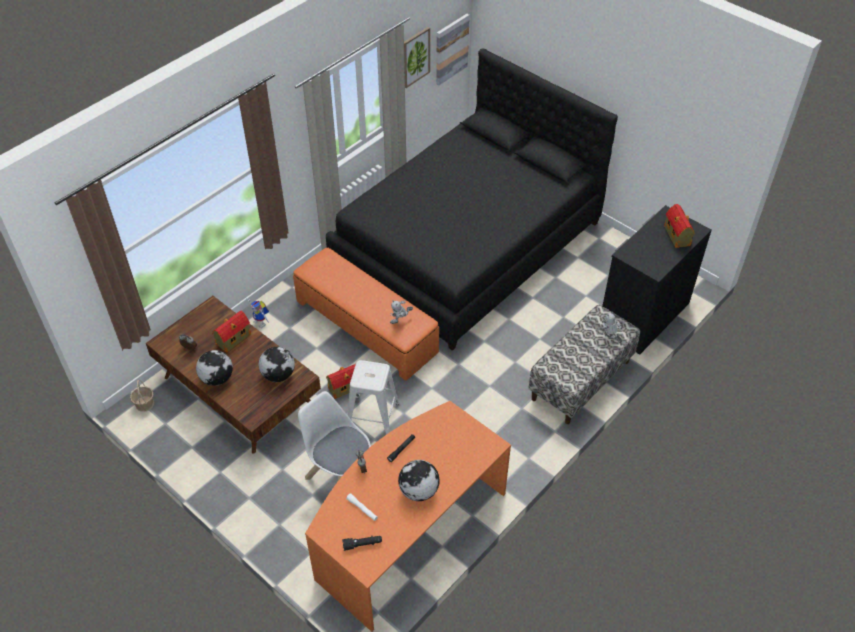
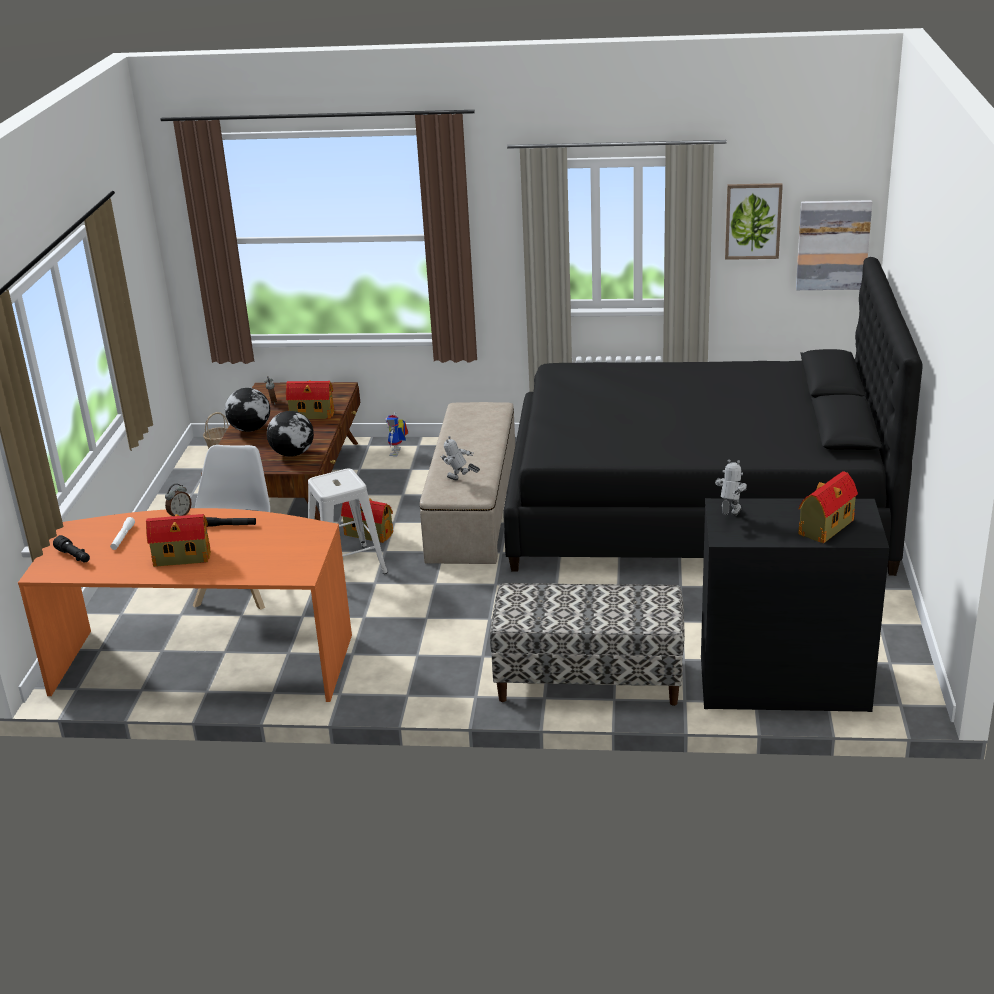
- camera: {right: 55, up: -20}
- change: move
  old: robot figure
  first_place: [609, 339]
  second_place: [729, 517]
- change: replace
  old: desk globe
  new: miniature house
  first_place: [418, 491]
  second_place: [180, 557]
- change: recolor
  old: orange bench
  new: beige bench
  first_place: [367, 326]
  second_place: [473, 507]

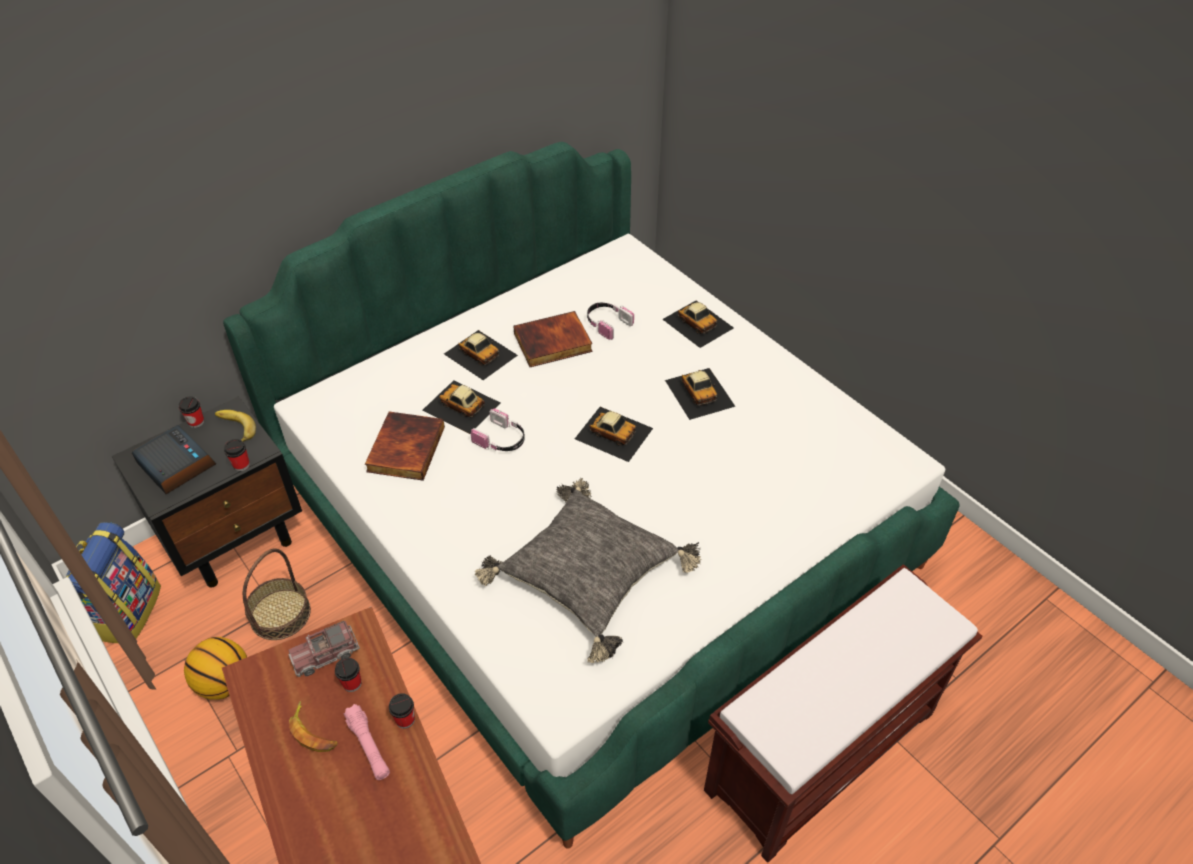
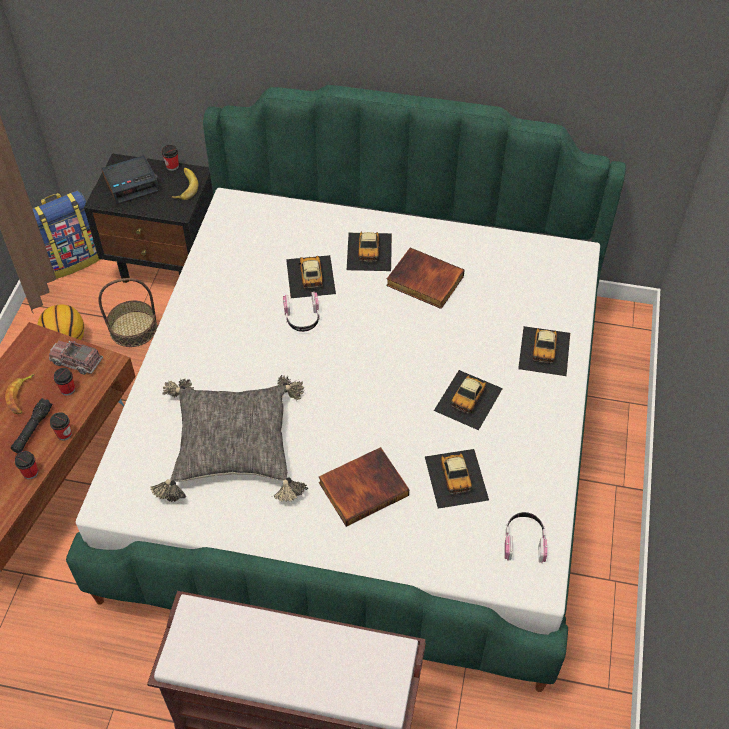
- camera: {right: 50, up: 5}
- change: move
  old: small cup
  first_place: [241, 465]
  second_place: [30, 473]
- change: move
  old: bound book
  first_place: [404, 448]
  second_place: [363, 487]
- change: move
  old: toy car
  first_place: [613, 433]
  second_place: [456, 477]
- change: move
  old: headphones
  first_place: [607, 323]
  second_place: [524, 540]
- change: recolor
  old: pink hand torch
  new: blackish hand torch
  first_place: [368, 746]
  second_place: [33, 430]
- change: rotate
  old: bedside clock
  first_place: [175, 465]
  second_place: [132, 184]
  degrees: 60

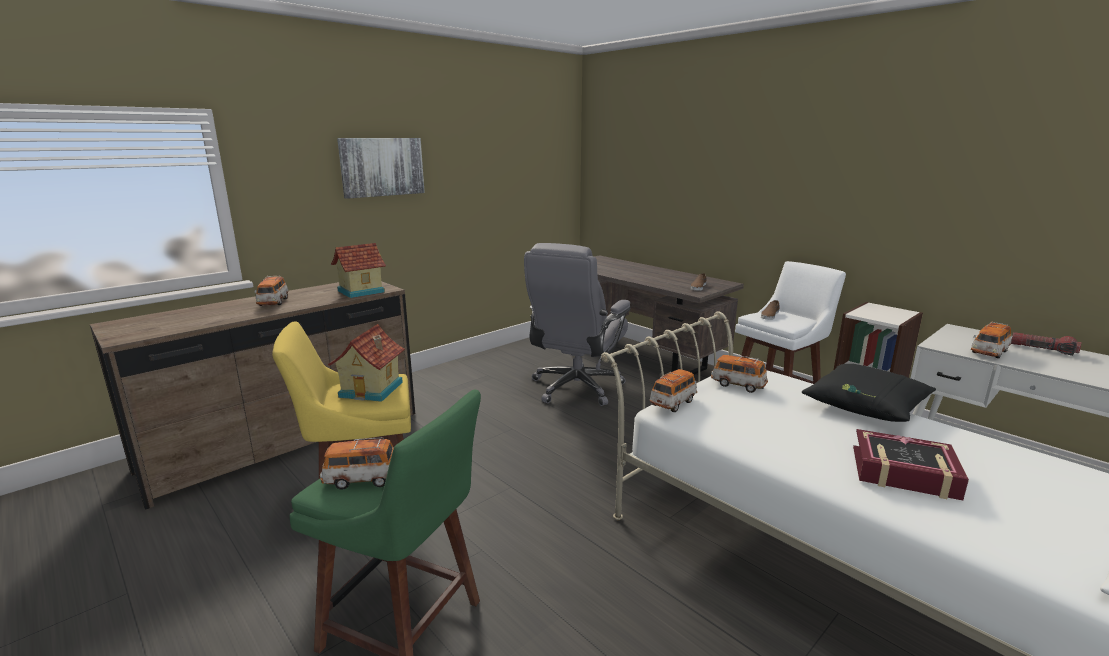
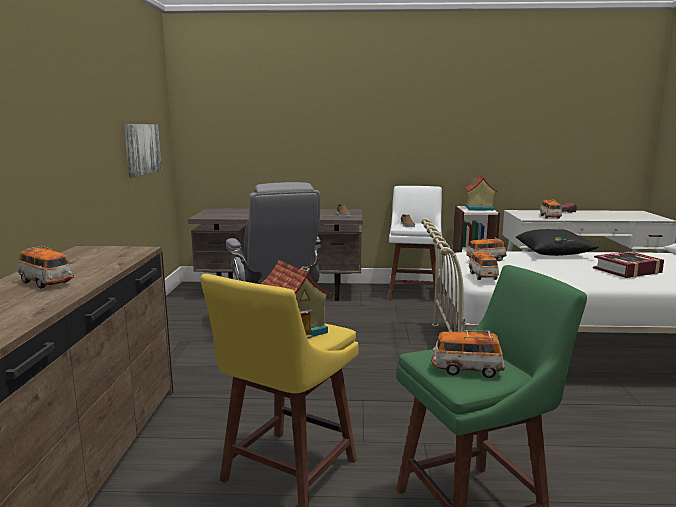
- camera: {right: -45, up: -5}
- change: move
  old: miniature house
  first_place: [360, 291]
  second_place: [478, 208]
- change: move
  old: wall art
  first_place: [382, 167]
  second_place: [141, 149]
- change: rotate
  old: toy car
  first_place: [362, 479]
  second_place: [466, 370]
  degrees: 60

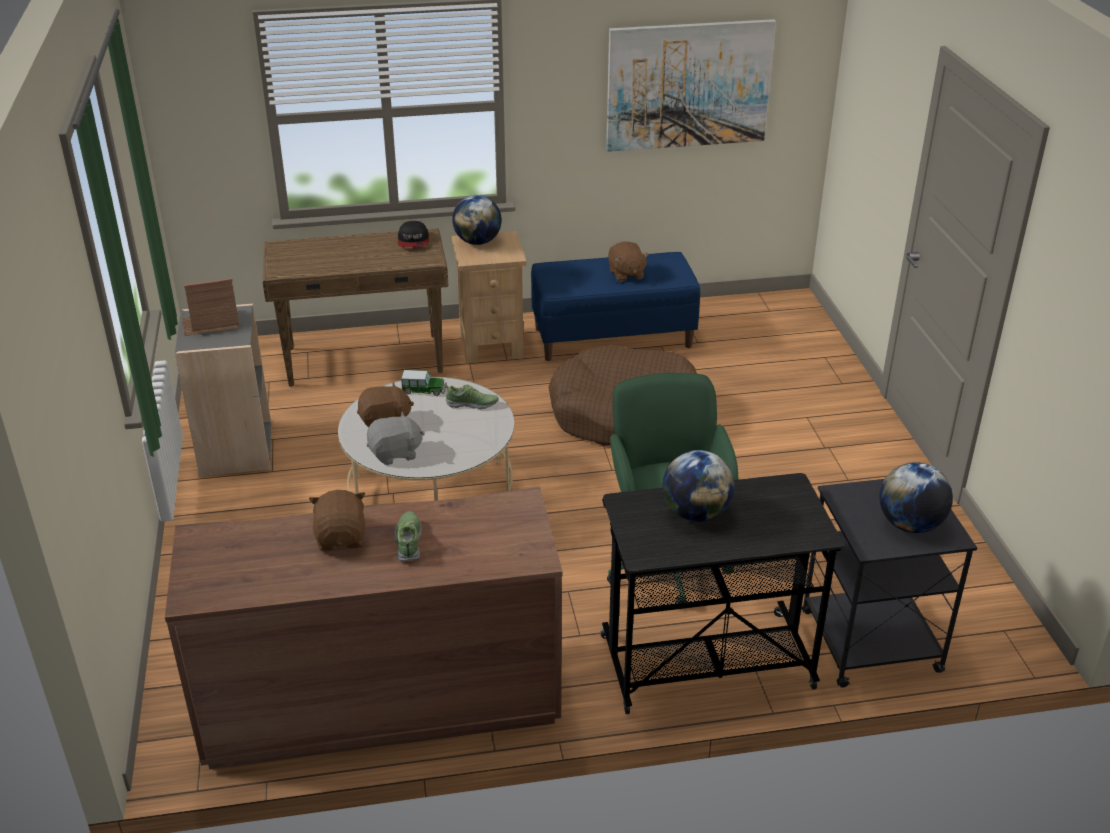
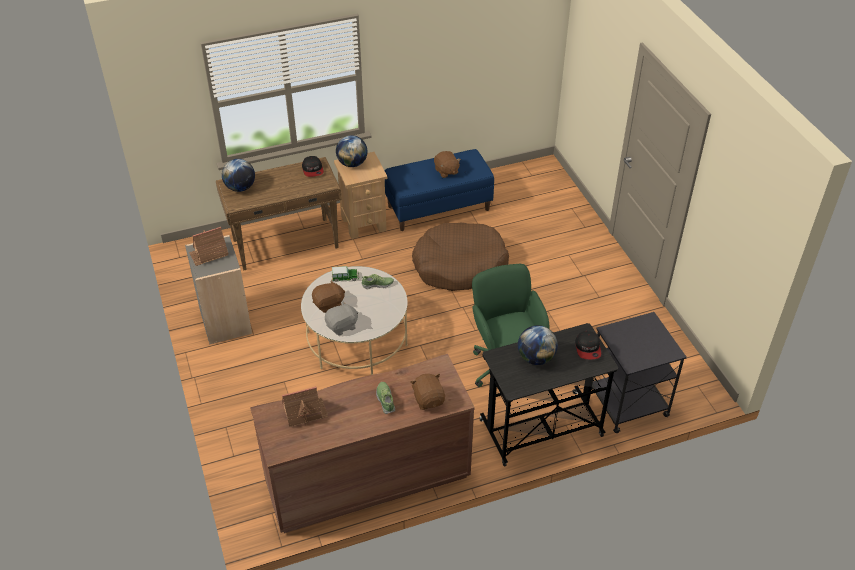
- camera: {right: -10, up: 10}
- change: delete
  old: wall art
  first_place: [688, 85]
- change: insert
  new: miniature house
  second_place: [305, 412]
- change: insert
  new: cap
  second_place: [588, 348]
- change: move
  old: brown soft toy
  first_place: [341, 538]
  second_place: [428, 399]
- change: move
  old: desk globe
  first_place: [910, 525]
  second_place: [240, 188]

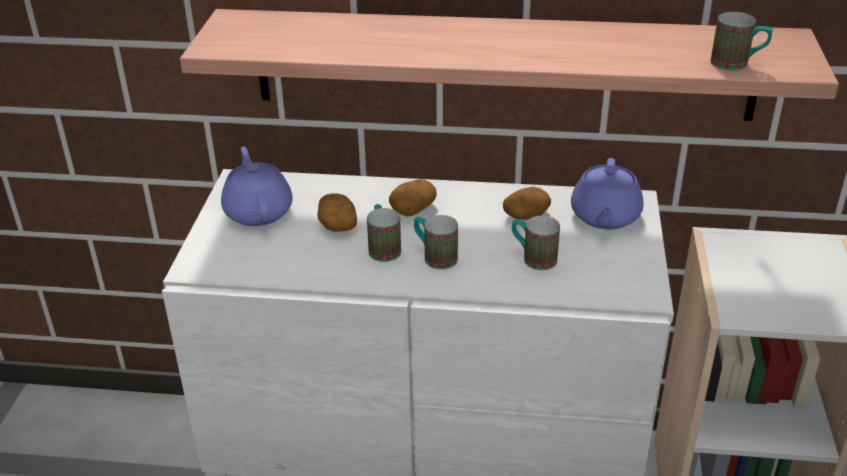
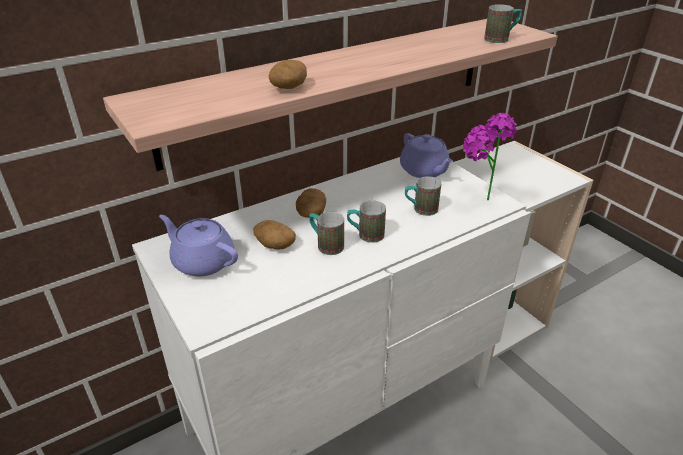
- camera: {right: -40, up: 0}
- change: insert
  new: potted plant
  second_place: [475, 198]
- change: move
  old: whole potato
  first_place: [526, 215]
  second_place: [288, 87]

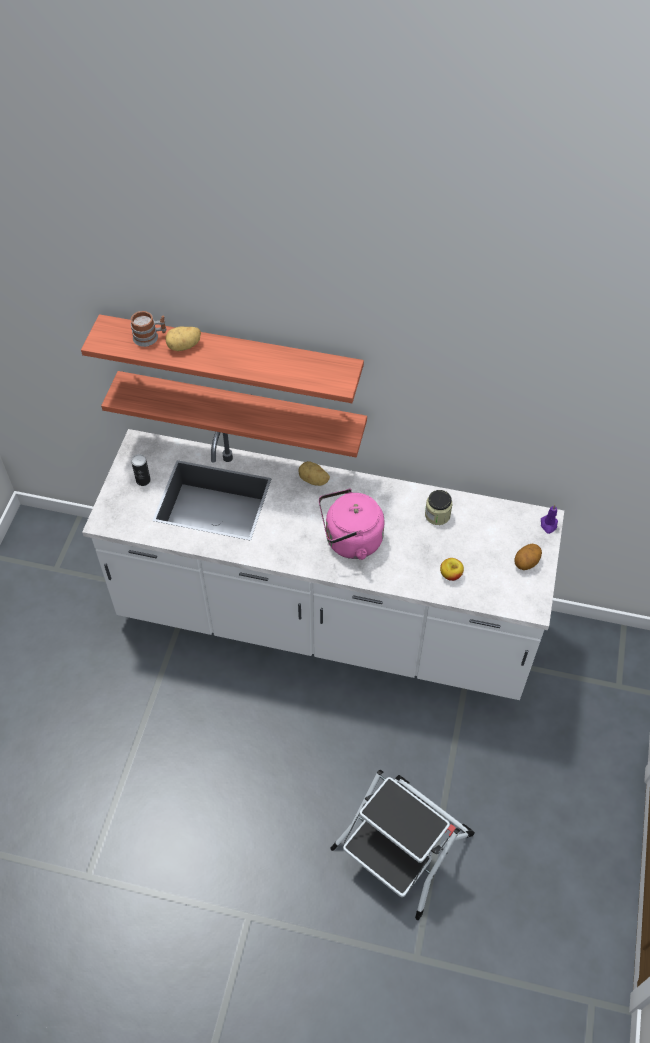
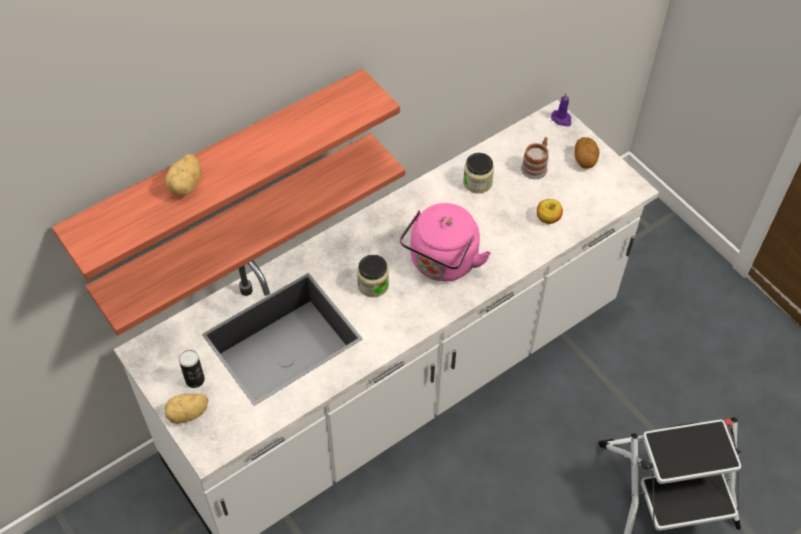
- camera: {right: -50, up: 0}
- change: insert
  new: storage jar
  second_place: [373, 285]
- change: move
  old: coffee mug
  first_place: [150, 337]
  second_place: [536, 166]
- change: move
  old: whole potato
  first_place: [313, 480]
  second_place: [188, 414]

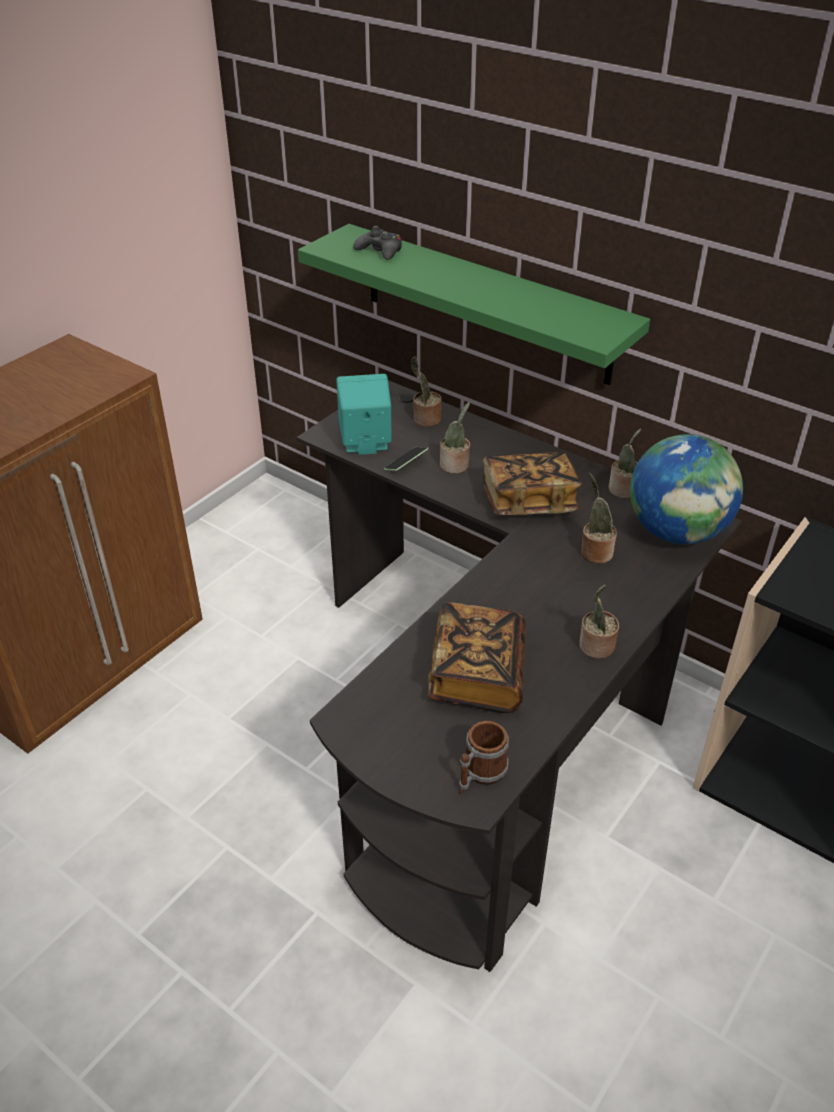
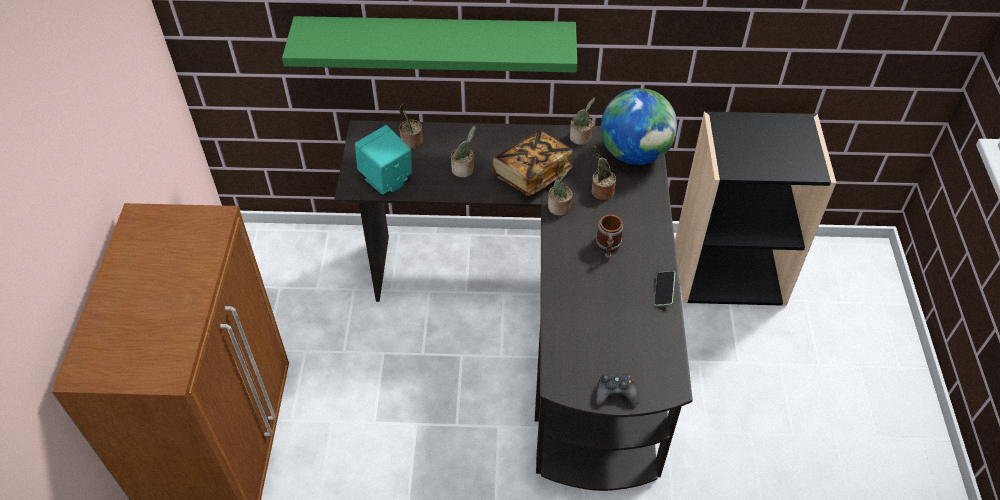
- camera: {right: -35, up: 10}
- change: delete
  old: bound book
  first_place: [477, 675]
- change: move
  old: blackish game controller
  first_place: [380, 251]
  second_place: [615, 393]
- change: move
  old: telephone
  first_place: [406, 464]
  second_place: [663, 291]
- change: move
  old: coffee mug
  first_place: [479, 775]
  second_place: [608, 247]
- change: move
  old: potted plant
  first_place: [596, 647]
  second_place: [559, 208]

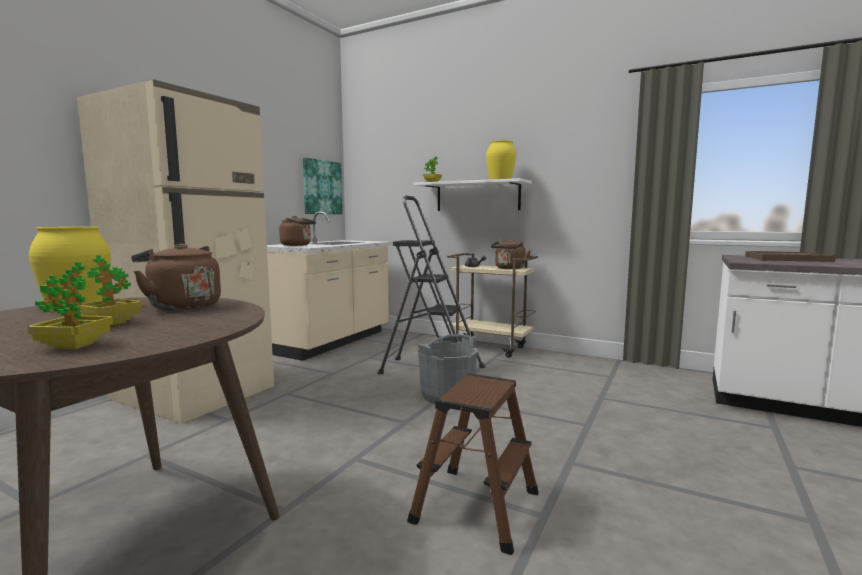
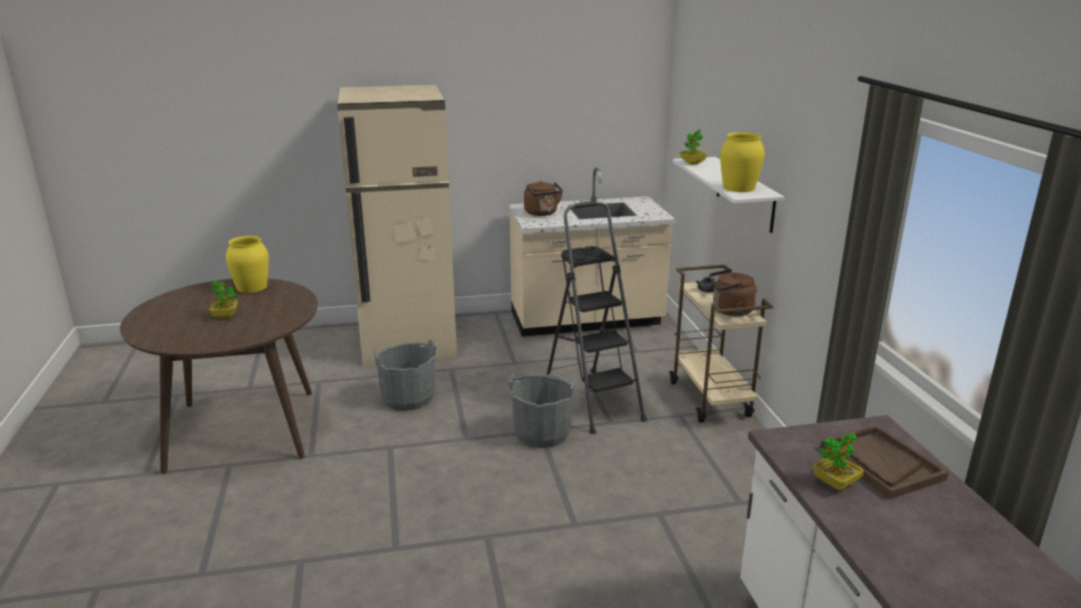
- camera: {right: 50, up: 15}
- change: delete
  old: brown kettle
  first_place: [182, 307]
- change: delete
  old: wall art
  first_place: [322, 187]
- change: delete
  old: brown step stool
  first_place: [476, 506]
- change: insert
  new: gray water bucket
  second_place: [408, 398]
- change: move
  old: potted plant
  first_place: [74, 346]
  second_place: [835, 483]

